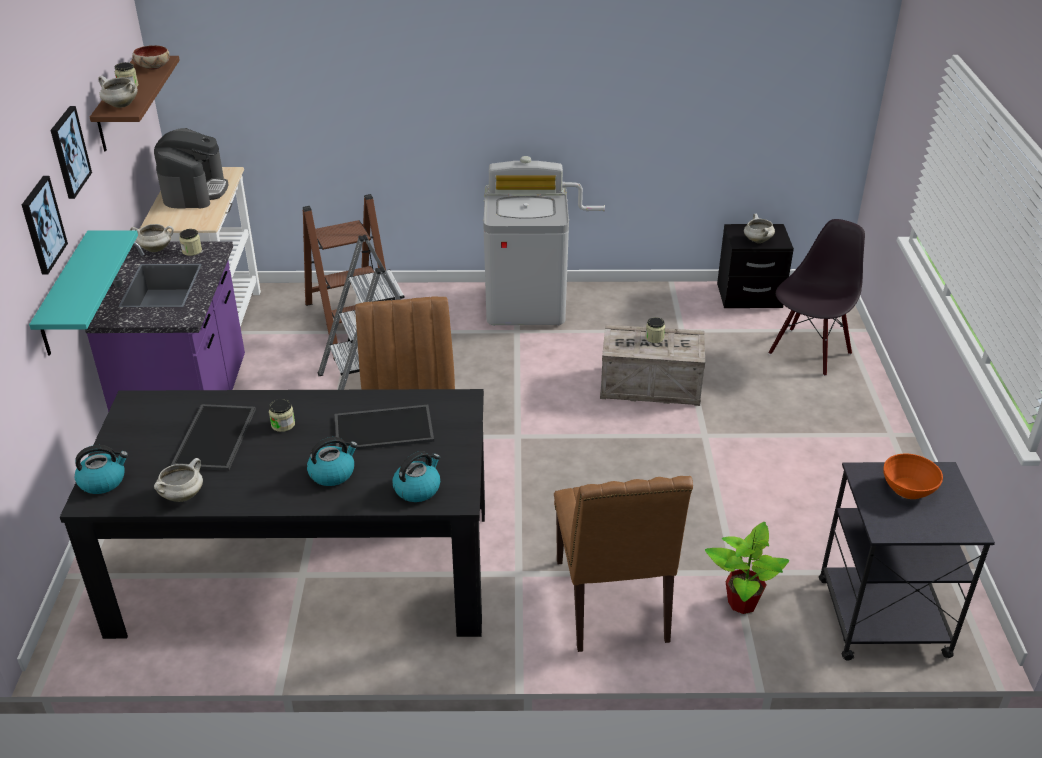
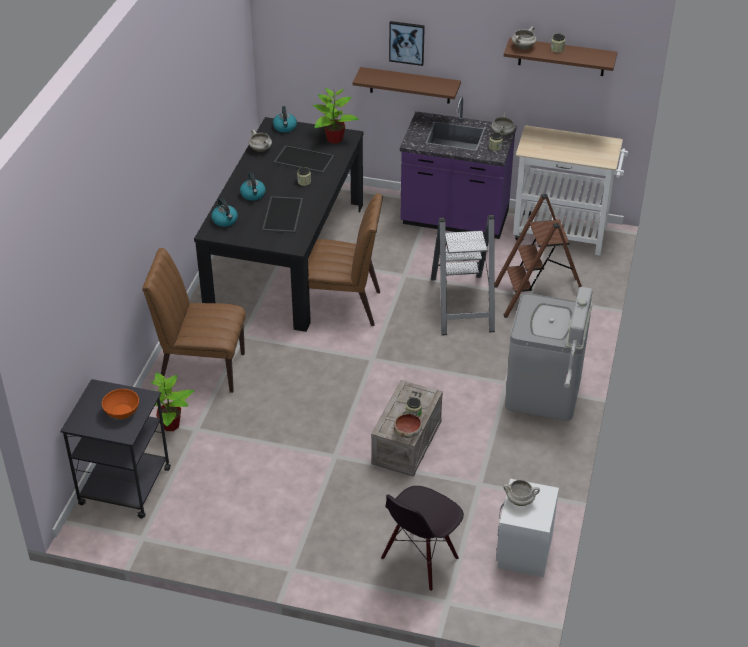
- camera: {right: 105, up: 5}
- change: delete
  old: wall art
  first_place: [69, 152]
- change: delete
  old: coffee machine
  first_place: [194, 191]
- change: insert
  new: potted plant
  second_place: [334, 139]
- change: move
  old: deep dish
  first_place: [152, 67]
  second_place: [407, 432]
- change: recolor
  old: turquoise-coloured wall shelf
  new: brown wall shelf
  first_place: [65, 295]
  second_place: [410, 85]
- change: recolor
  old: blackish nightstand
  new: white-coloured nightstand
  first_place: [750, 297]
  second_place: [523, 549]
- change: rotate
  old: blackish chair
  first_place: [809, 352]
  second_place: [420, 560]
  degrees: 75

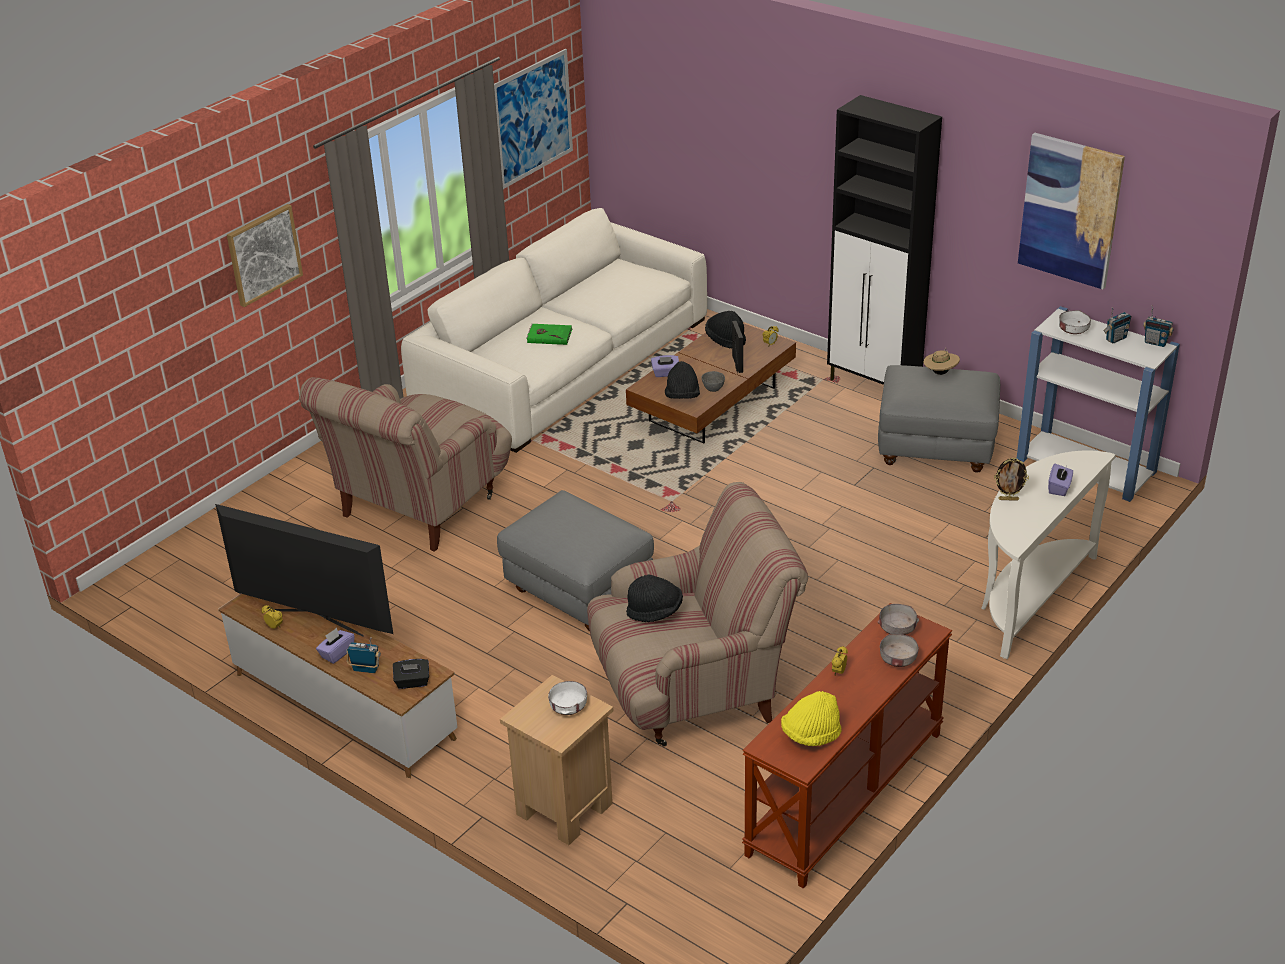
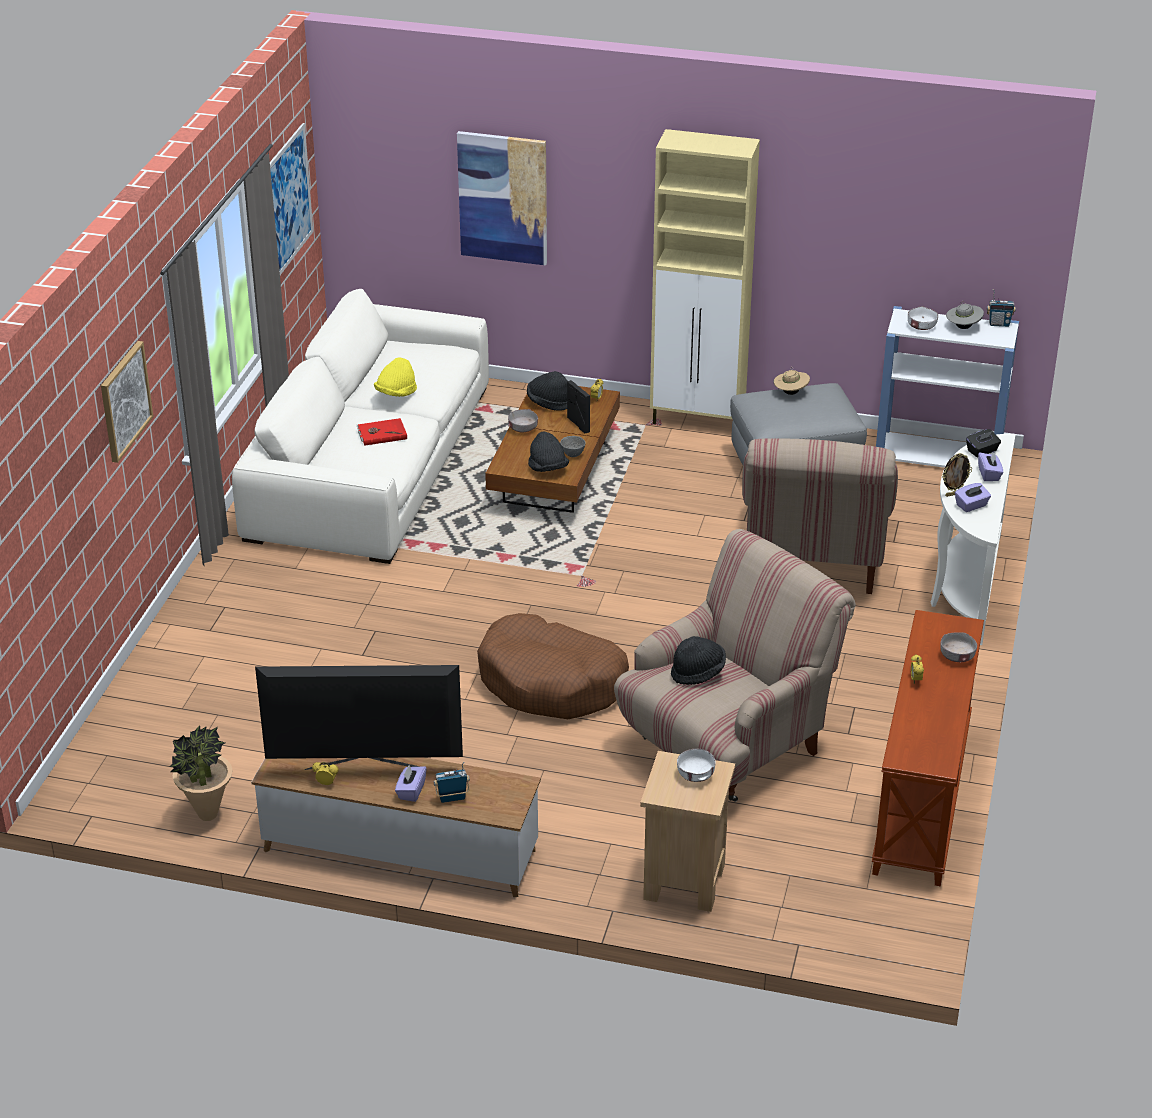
- camera: {right: -25, up: 0}
- change: insert
  new: potted plant
  second_place: [207, 815]
- change: move
  old: beige armchair
  first_place: [419, 507]
  second_place: [813, 558]
- change: move
  old: blackish box of tissues
  first_place: [412, 682]
  second_place: [982, 451]
- change: move
  old: purple box of tissues
  first_place: [665, 373]
  second_place: [971, 505]
- change: move
  old: yellow-coloured wearable hat
  first_place: [811, 735]
  second_place: [396, 393]
- change: move
  old: gray deep dish
  first_place: [897, 628]
  second_place: [522, 428]
- change: move
  old: wall art
  first_place: [1070, 210]
  second_place: [503, 197]
- change: replace
  old: gray pouffe
  new: brown dog cushion
  first_place: [578, 590]
  second_place: [552, 682]
- change: replace
  old: radio receiver
  new: gray wearable hat
  first_place: [1115, 339]
  second_place: [963, 327]
- change: recolor
  old: green-coloured bound book
  new: red-coloured bound book
  first_place: [549, 336]
  second_place: [381, 433]
- change: recolor
  old: blackish cabinet
  new: beige cabinet
  first_place: [874, 386]
  second_place: [698, 421]

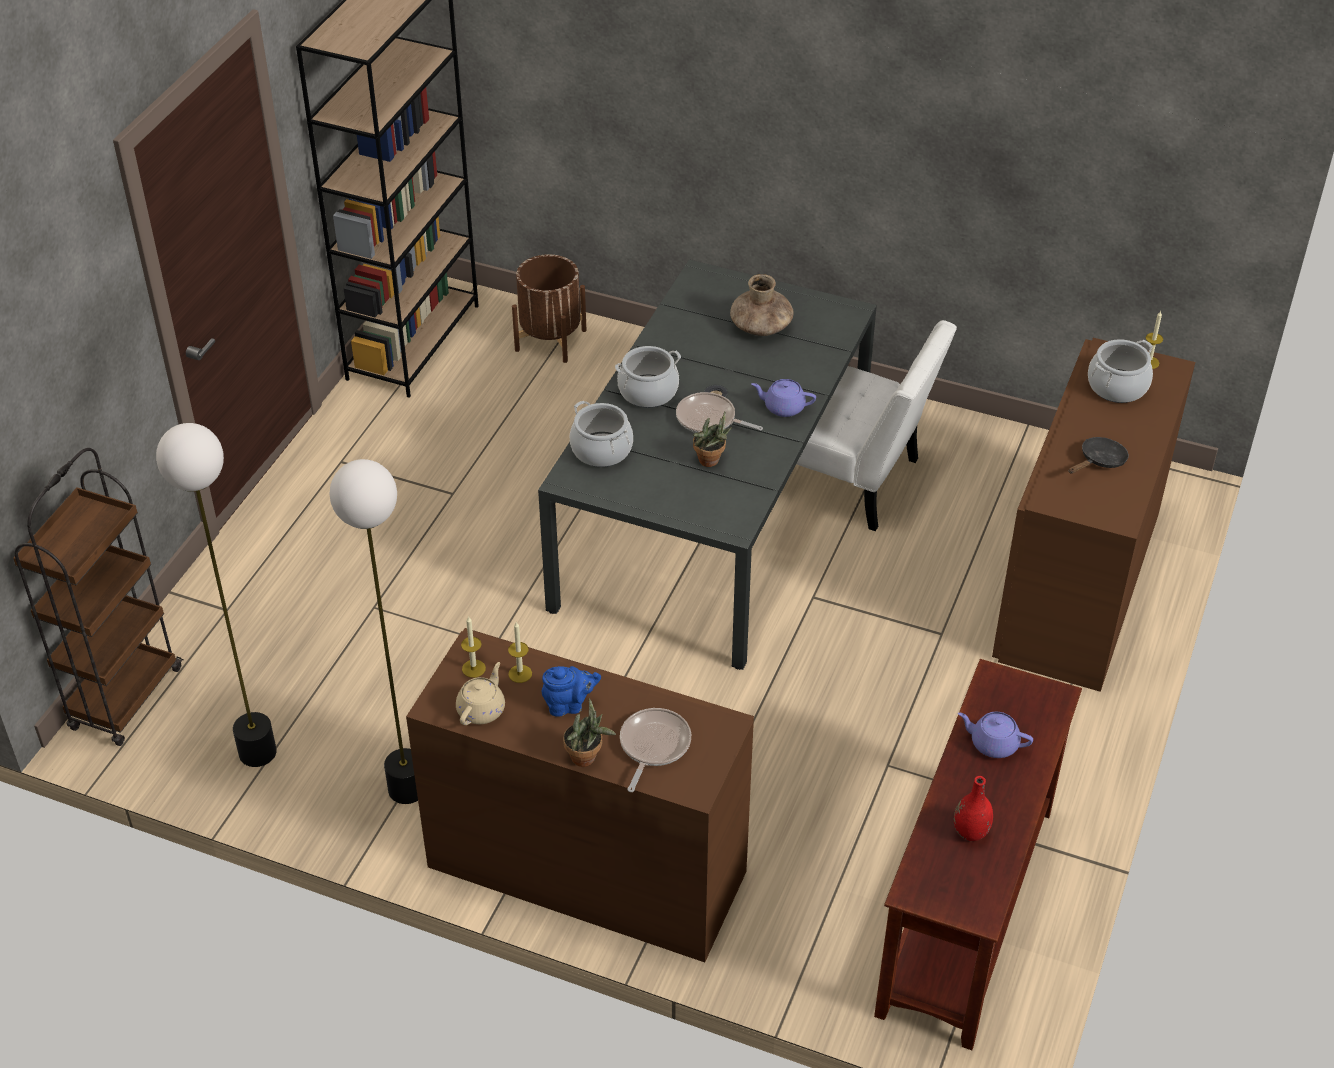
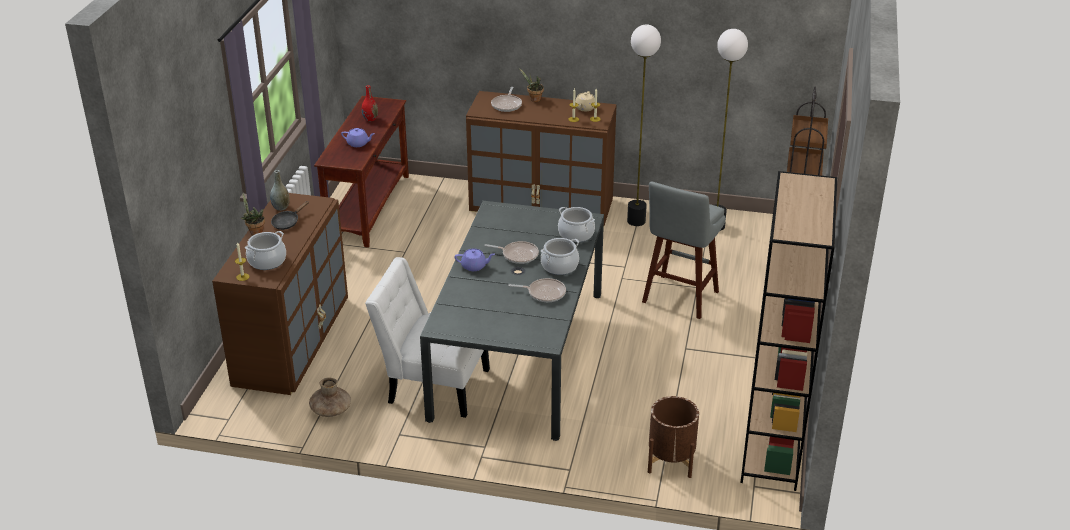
- camera: {right: 170, up: -10}
- change: delete
  old: blue pot for tea
  first_place: [569, 705]
- change: insert
  new: gray flower vase
  second_place: [281, 207]
- change: insert
  new: skillet
  second_place: [544, 293]
- change: insert
  new: gray stool
  second_place: [678, 298]
- change: move
  old: potted plant
  first_place: [711, 461]
  second_place: [255, 232]
- change: move
  old: brown flower vase
  first_place: [761, 326]
  second_place: [331, 410]

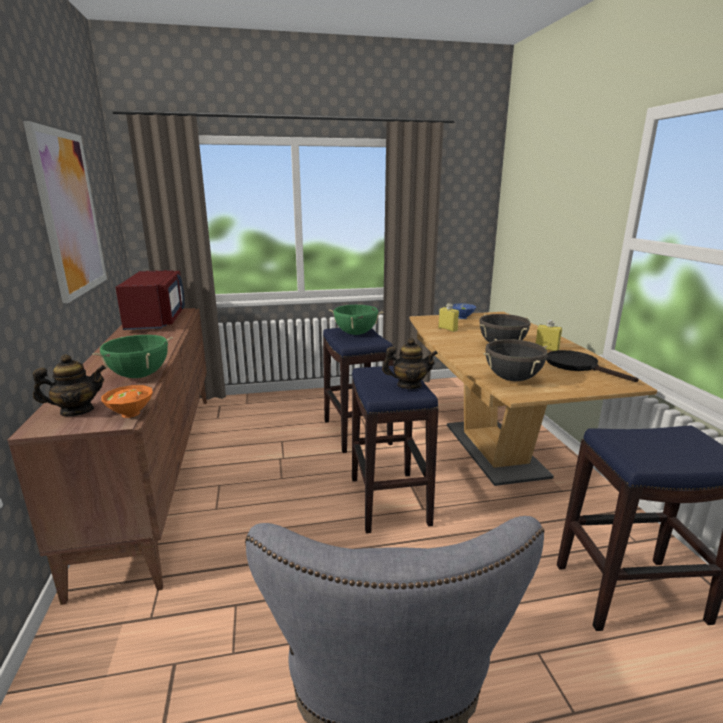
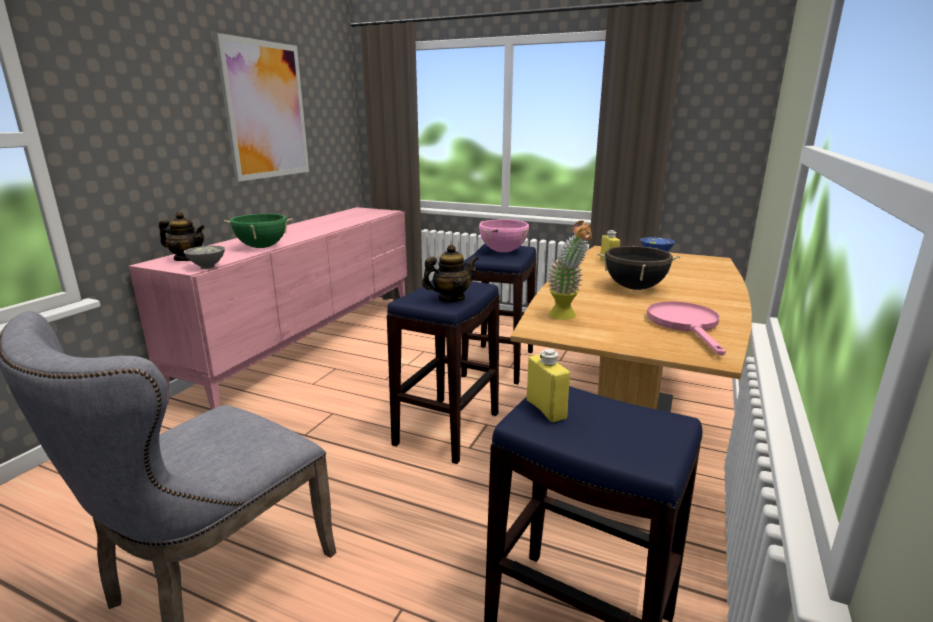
- camera: {right: 35, up: 0}
- change: delete
  old: red-coloured kitchen microwave
  first_place: [157, 320]
- change: move
  old: yellow-coloured drink bottle
  first_place: [546, 349]
  second_place: [546, 409]
- change: replace
  old: blackish saucepot
  new: potted plant
  first_place: [512, 379]
  second_place: [567, 317]
- change: recolor
  old: brown cabinet
  new: pink cabinet
  first_place: [156, 470]
  second_place: [309, 344]
- change: recolor
  old: orange deep dish
  new: gray deep dish
  first_place: [132, 414]
  second_place: [208, 267]
- change: recolor
  old: green-coloured saucepot
  new: pink saucepot
  first_place: [356, 333]
  second_place: [503, 251]
- change: recolor
  old: blackish skillet
  new: pink skillet
  first_place: [578, 366]
  second_place: [686, 325]
- change: rotate
  old: pot for tea
  first_place: [409, 385]
  second_place: [451, 299]
  degrees: -60

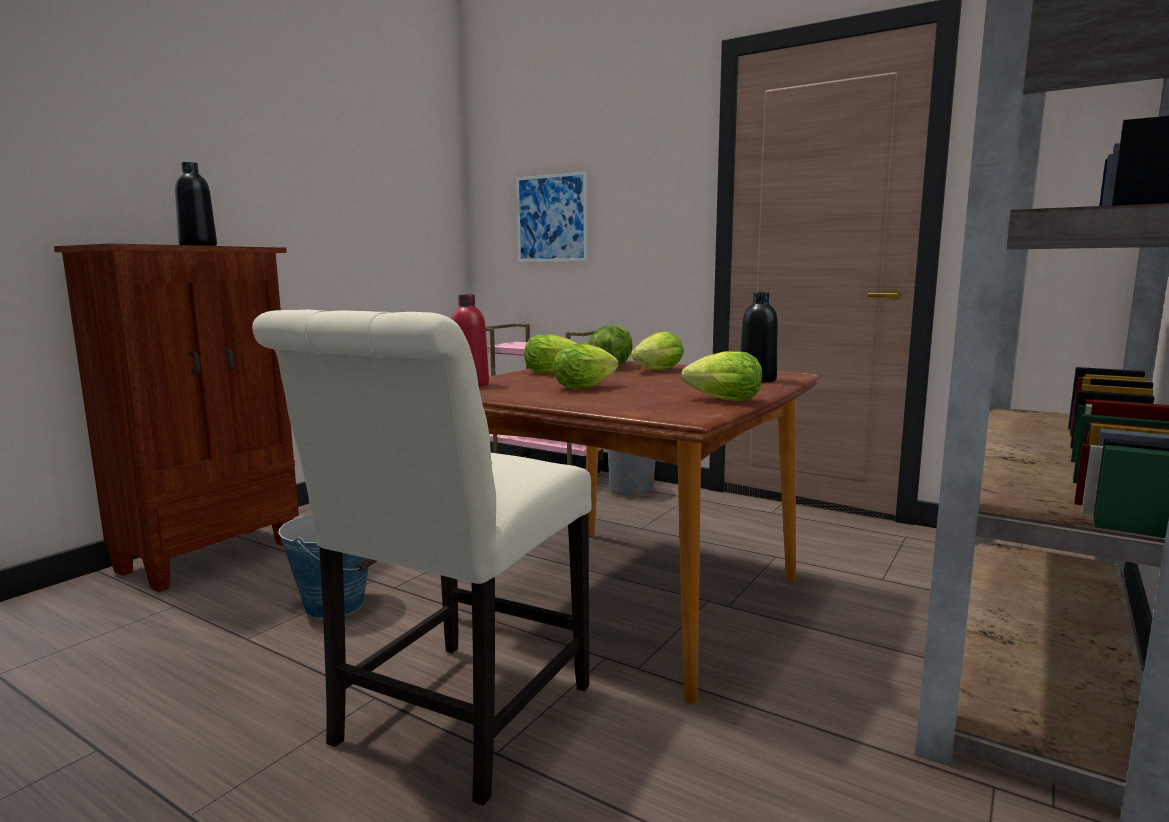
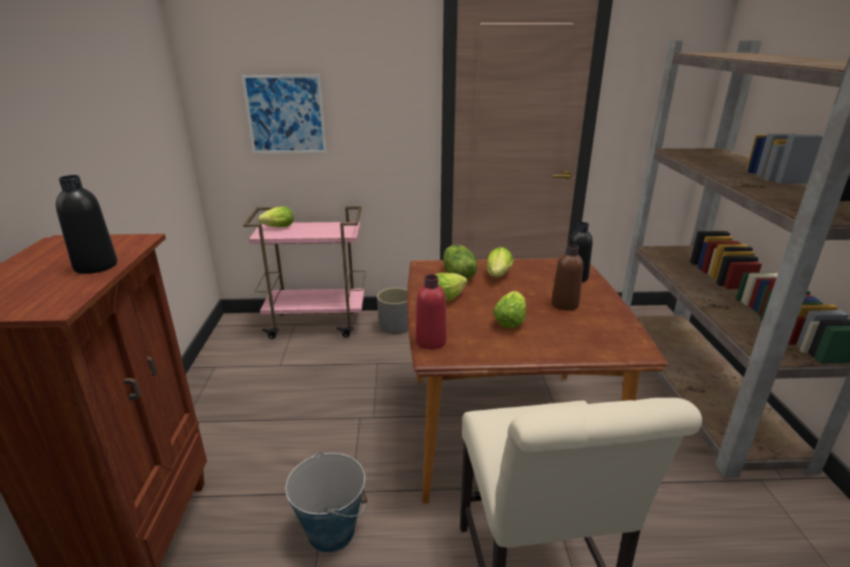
- camera: {right: -35, up: 15}
- change: insert
  new: brown drink bottle
  second_place: [564, 304]
- change: move
  old: head of lettuce
  first_place: [720, 400]
  second_place: [276, 227]

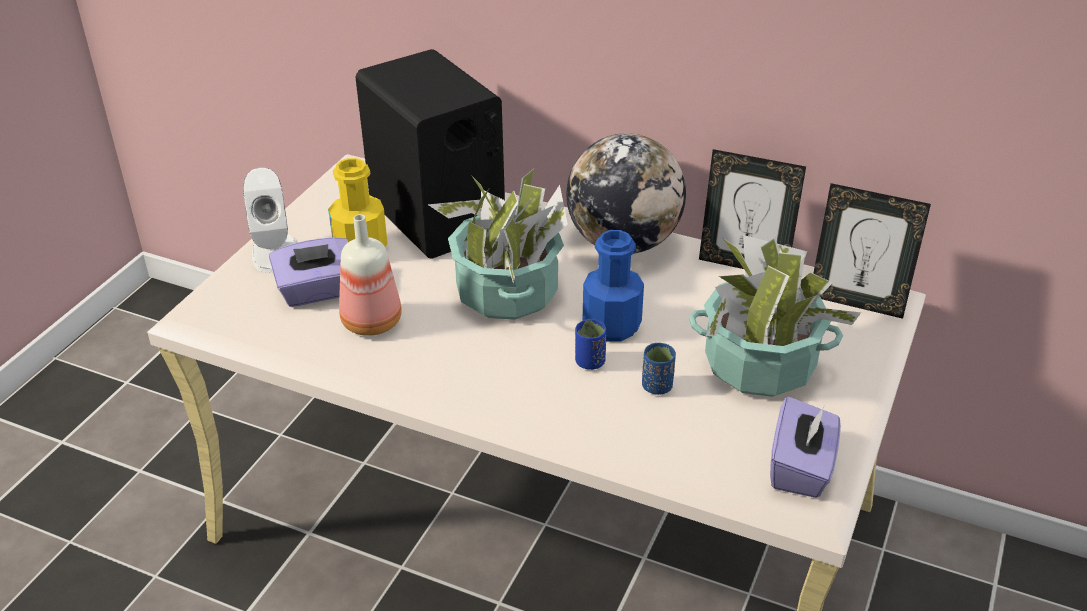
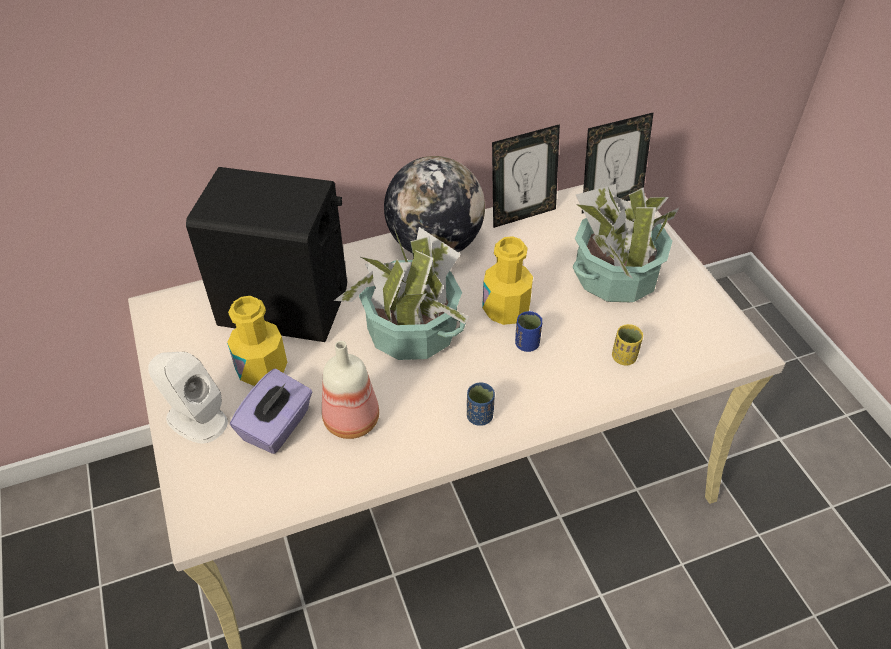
- camera: {right: -45, up: 10}
- change: delete
  old: purple box of tissues
  first_place: [801, 468]
- change: insert
  new: yellow-coloured small cup
  second_place: [624, 357]
- change: move
  old: blue small cup
  first_place: [657, 386]
  second_place: [479, 416]
- change: recolor
  old: blue drink bottle
  new: yellow-coloured drink bottle
  first_place: [611, 326]
  second_place: [505, 309]

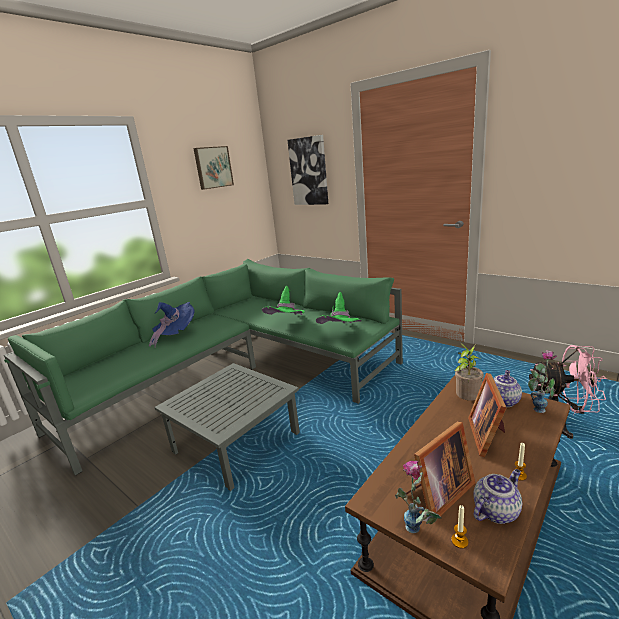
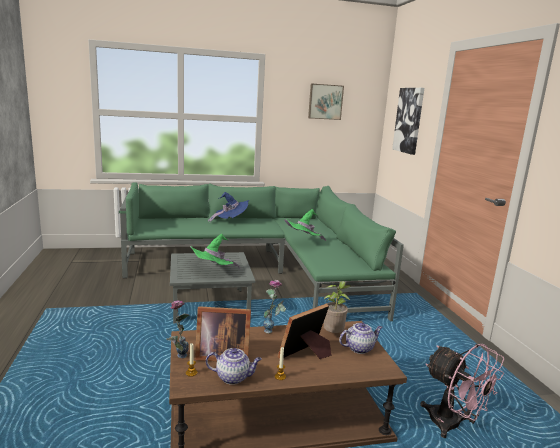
- camera: {right: 35, up: -5}
- change: move
  old: green-coloured wearable hat
  first_place: [341, 335]
  second_place: [213, 272]
- change: move
  old: flower vase
  first_place: [539, 406]
  second_place: [273, 330]

